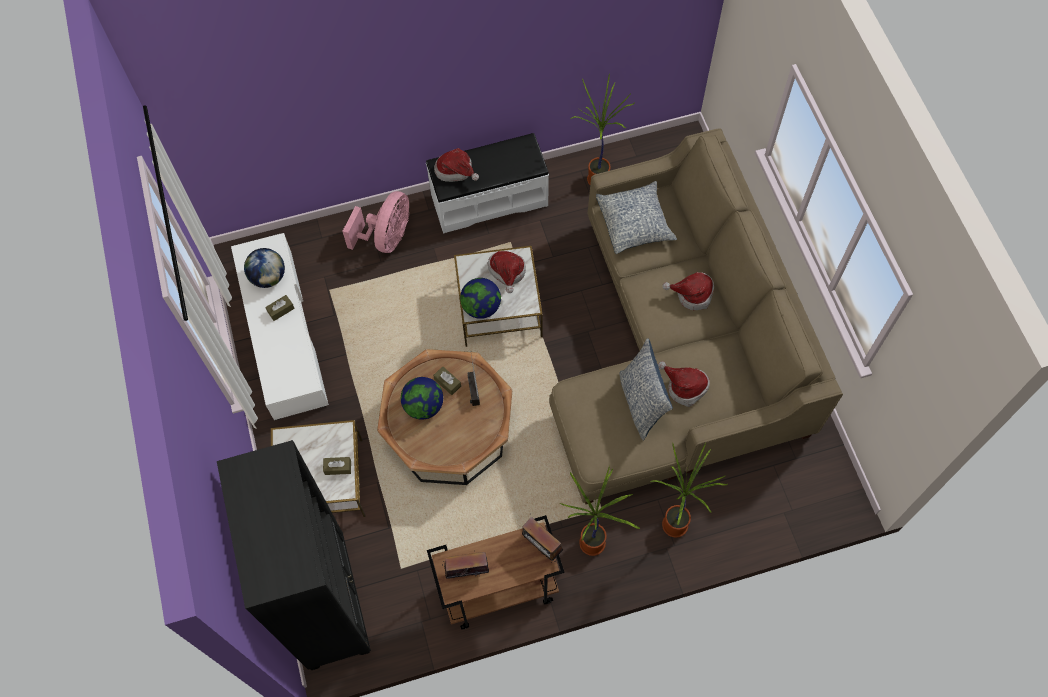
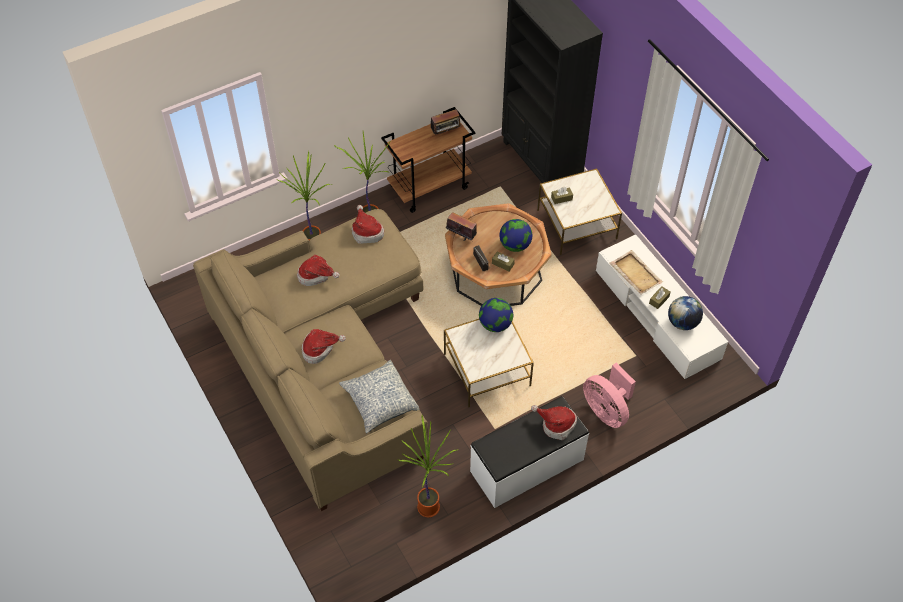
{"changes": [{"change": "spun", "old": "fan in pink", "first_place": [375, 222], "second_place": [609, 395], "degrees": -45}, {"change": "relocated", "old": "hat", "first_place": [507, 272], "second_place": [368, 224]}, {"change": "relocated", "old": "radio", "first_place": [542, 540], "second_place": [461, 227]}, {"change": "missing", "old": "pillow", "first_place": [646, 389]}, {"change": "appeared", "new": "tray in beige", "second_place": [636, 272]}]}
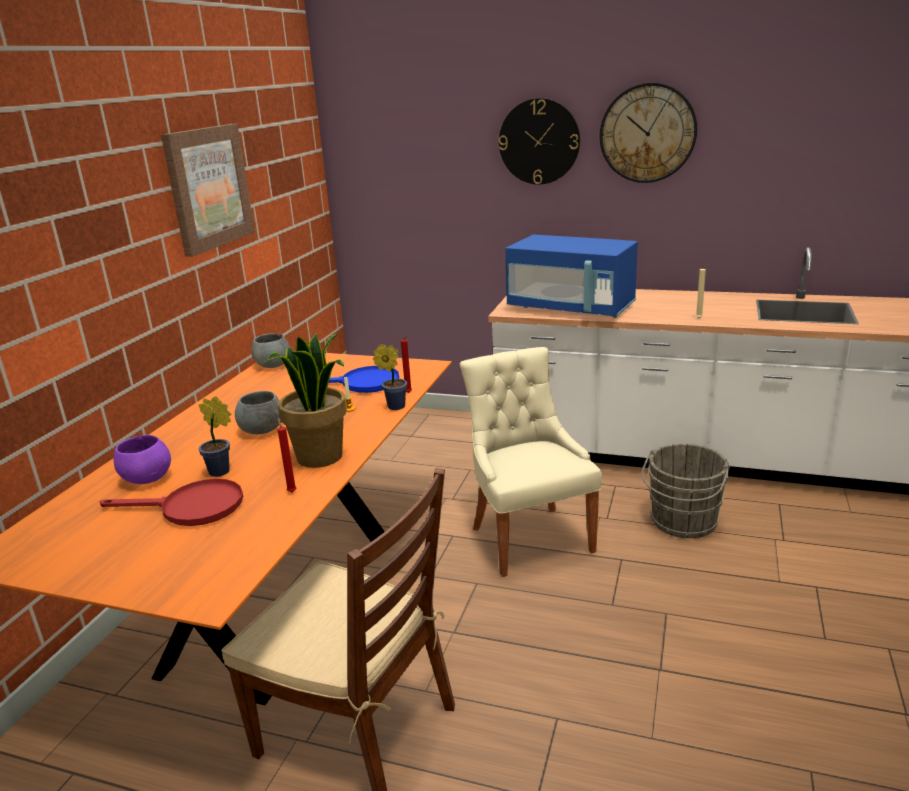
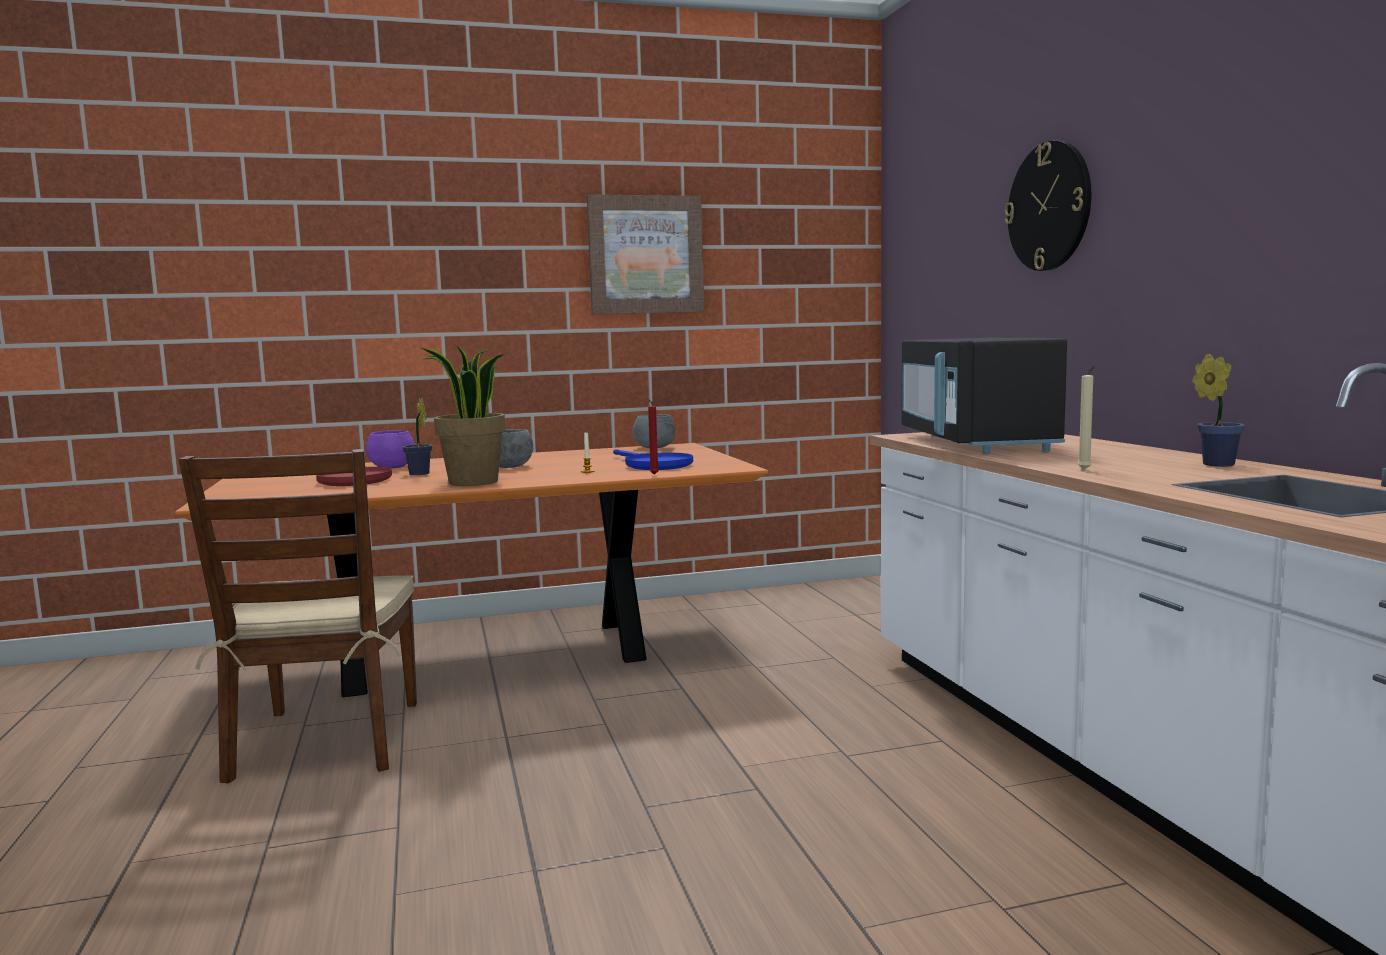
{"changes": [{"change": "missing", "old": "candle in red", "first_place": [287, 455]}, {"change": "relocated", "old": "potted plant", "first_place": [390, 377], "second_place": [1218, 410]}, {"change": "missing", "old": "chair in beige", "first_place": [531, 462]}, {"change": "colour", "old": "microwave in blue", "new": "microwave in black", "first_place": [571, 276], "second_place": [984, 396]}, {"change": "missing", "old": "wall clock", "first_place": [648, 133]}, {"change": "missing", "old": "bucket in grey", "first_place": [686, 491]}]}
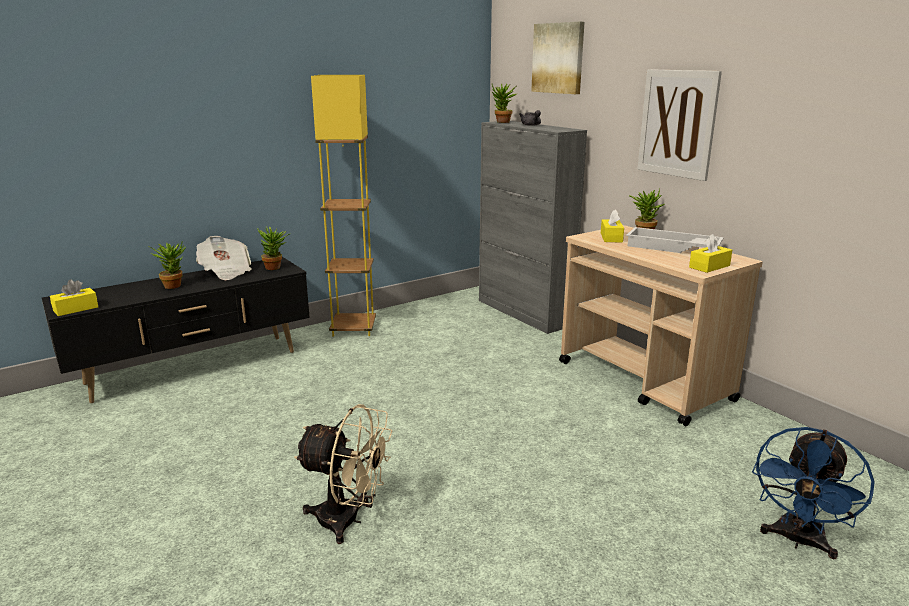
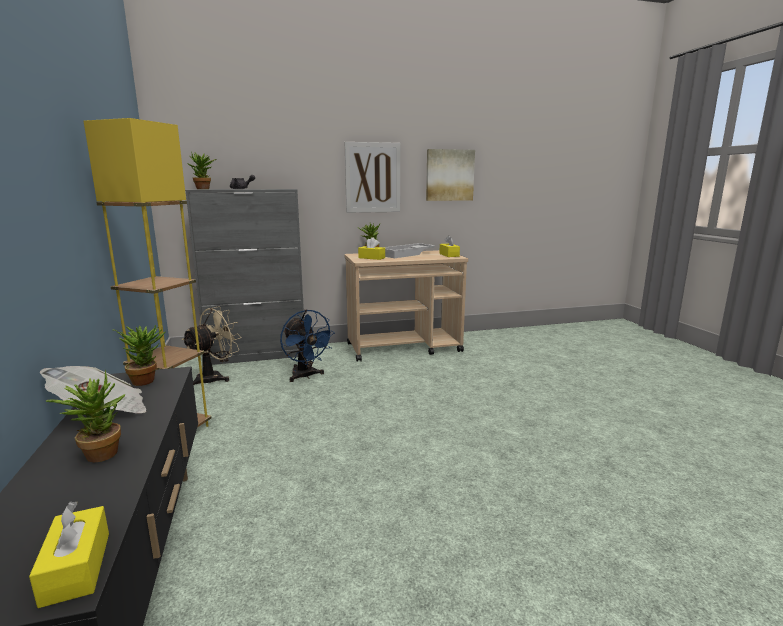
{"changes": [{"change": "relocated", "old": "fan in beige", "first_place": [343, 474], "second_place": [212, 345]}, {"change": "relocated", "old": "picture", "first_place": [558, 58], "second_place": [450, 175]}, {"change": "relocated", "old": "fan in blue", "first_place": [813, 493], "second_place": [307, 346]}]}
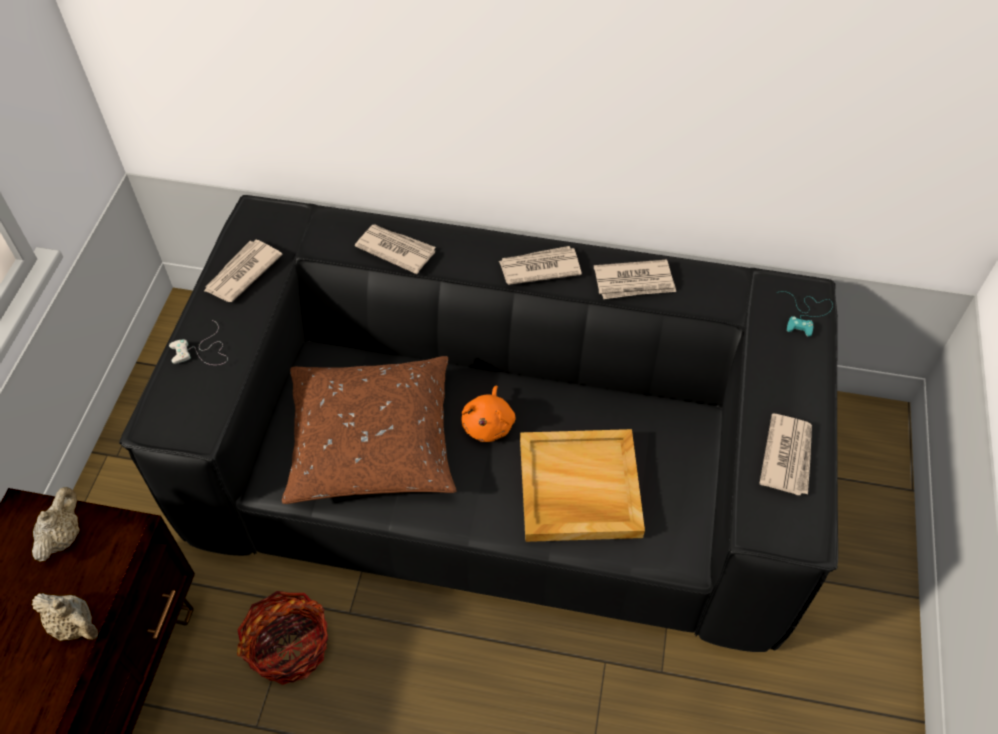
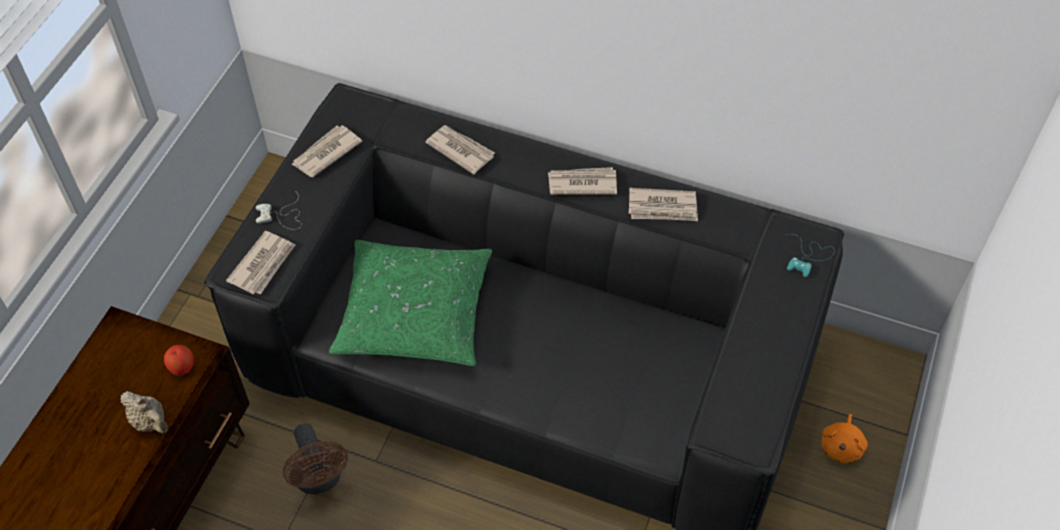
{"changes": [{"change": "missing", "old": "teapot in beige", "first_place": [56, 524]}, {"change": "exchanged", "old": "basket", "new": "fan in brown", "first_place": [282, 638], "second_place": [315, 458]}, {"change": "colour", "old": "pillow in brown", "new": "pillow in green", "first_place": [369, 430], "second_place": [410, 303]}, {"change": "relocated", "old": "plush toy in orange", "first_place": [488, 414], "second_place": [844, 438]}, {"change": "missing", "old": "tray in beige", "first_place": [582, 485]}, {"change": "relocated", "old": "newspaper", "first_place": [785, 454], "second_place": [260, 263]}, {"change": "appeared", "new": "apple", "second_place": [179, 360]}]}
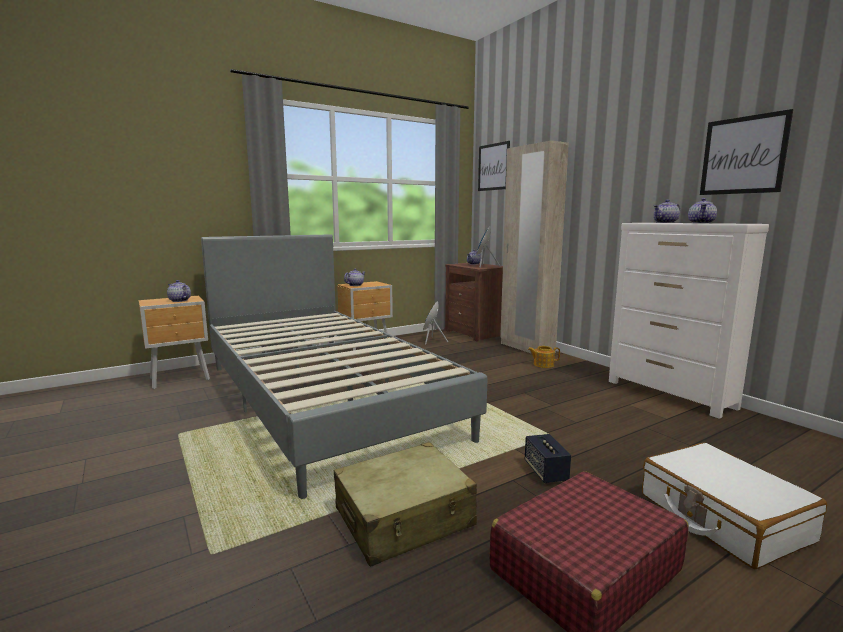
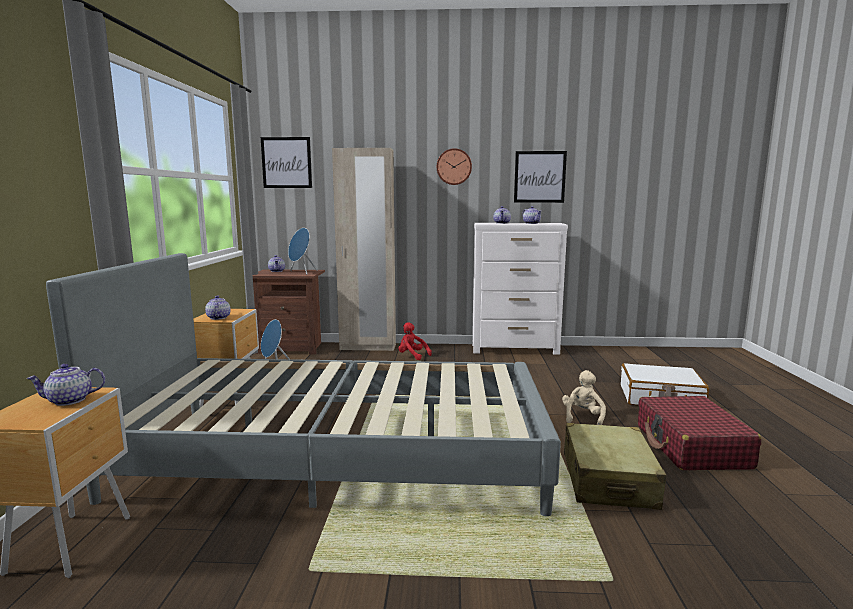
{"changes": [{"change": "exchanged", "old": "speaker", "new": "plush toy in beige", "first_place": [548, 458], "second_place": [584, 397]}, {"change": "exchanged", "old": "teapot", "new": "plush toy in red", "first_place": [544, 357], "second_place": [415, 341]}, {"change": "appeared", "new": "wall clock", "second_place": [454, 166]}]}
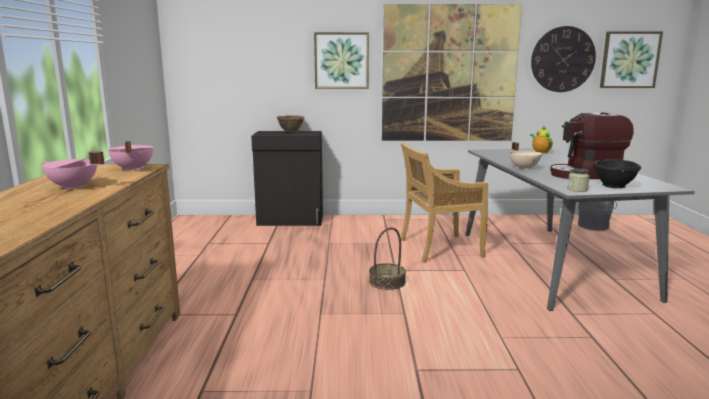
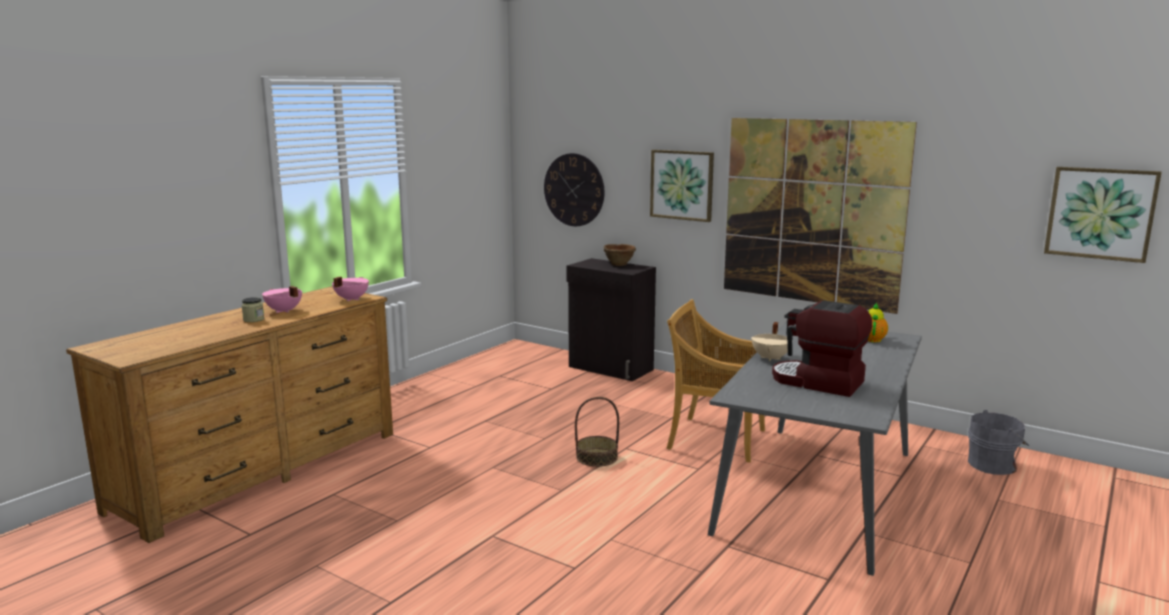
{"changes": [{"change": "relocated", "old": "wall clock", "first_place": [563, 59], "second_place": [574, 189]}, {"change": "relocated", "old": "jar", "first_place": [579, 180], "second_place": [253, 309]}, {"change": "missing", "old": "bowl in black", "first_place": [617, 173]}]}
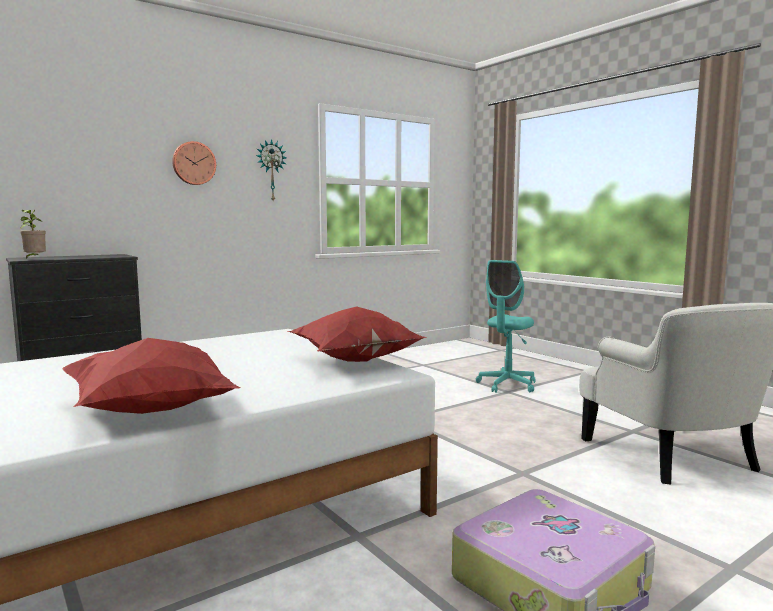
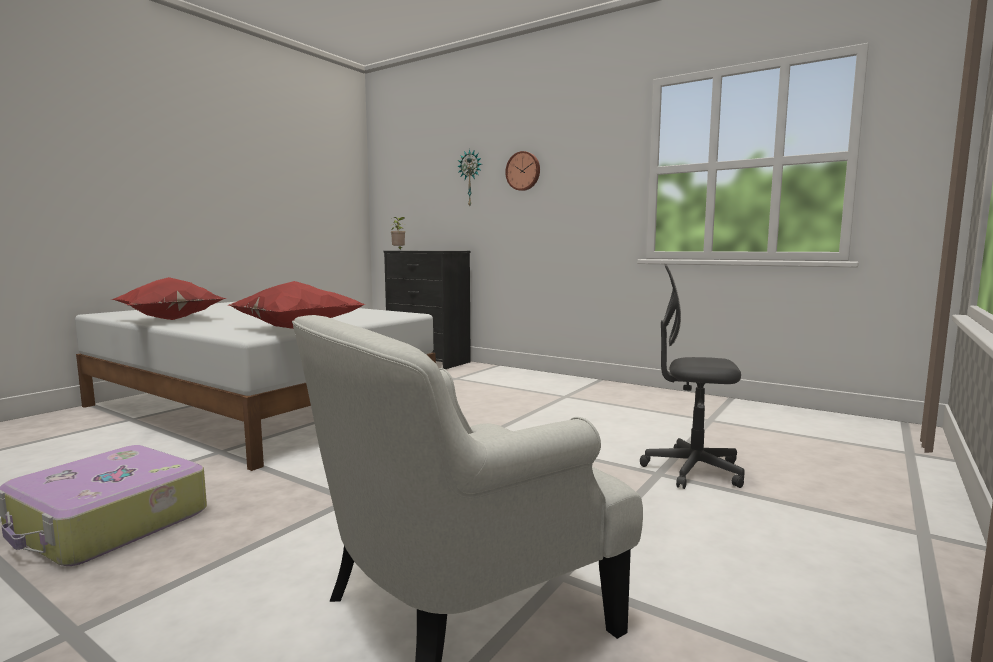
{"changes": [{"change": "relocated", "old": "wall clock", "first_place": [271, 170], "second_place": [469, 177]}, {"change": "colour", "old": "office chair in turquoise", "new": "office chair in grey", "first_place": [505, 326], "second_place": [692, 376]}]}
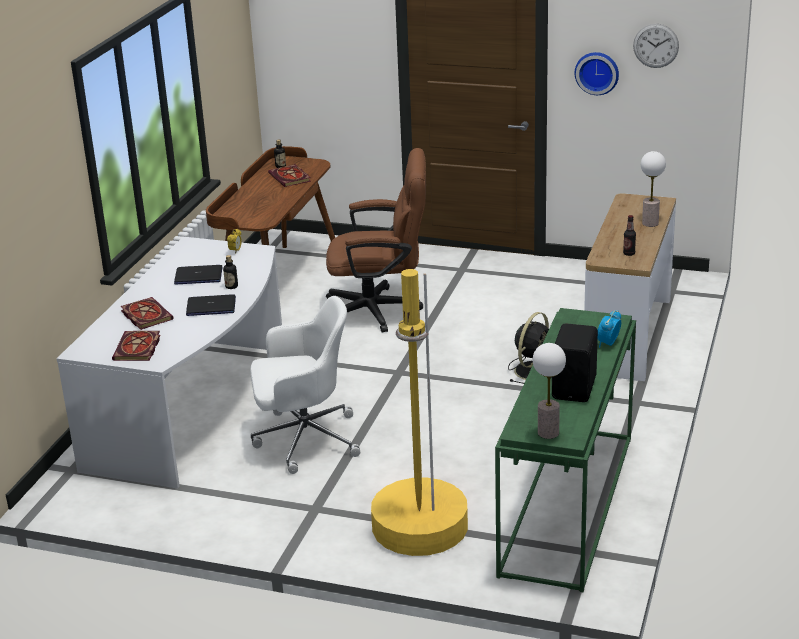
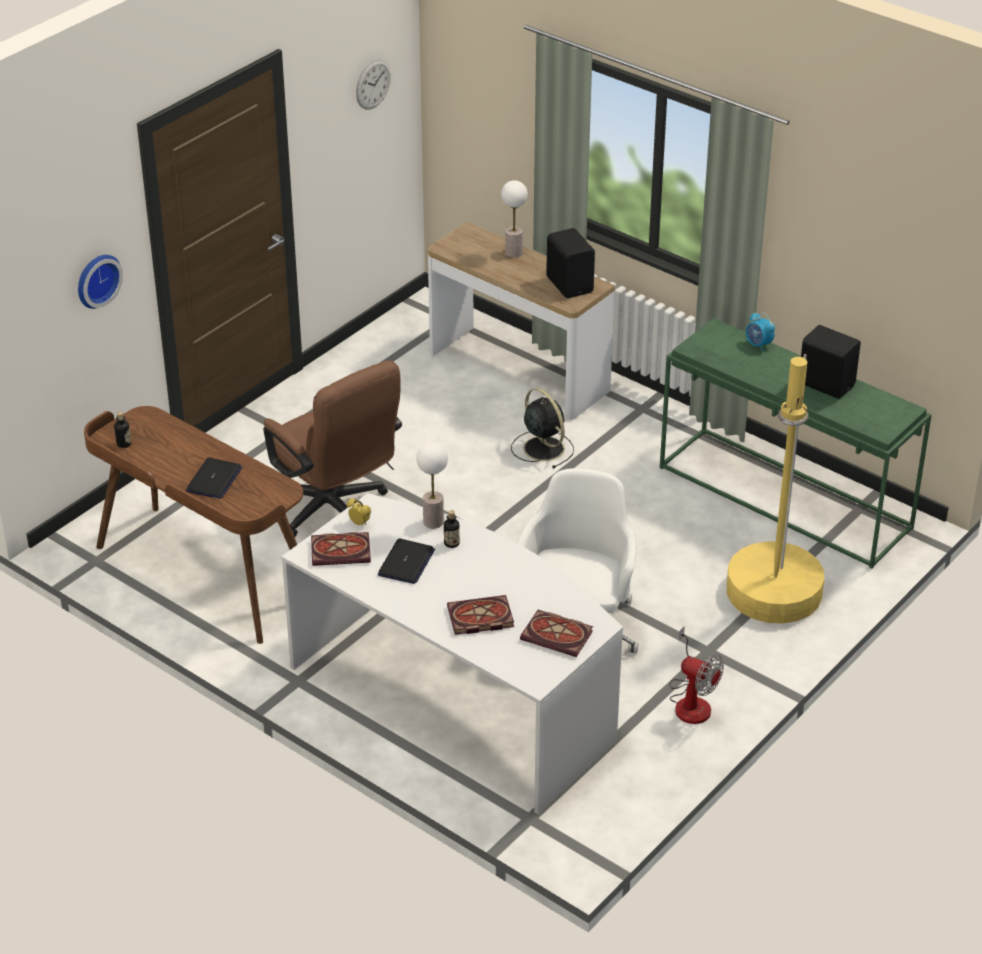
{"changes": [{"change": "relocated", "old": "laptop", "first_place": [211, 305], "second_place": [214, 478]}, {"change": "relocated", "old": "book", "first_place": [289, 175], "second_place": [341, 549]}, {"change": "spun", "old": "office chair in brown", "first_place": [376, 240], "second_place": [332, 449], "degrees": 120}, {"change": "relocated", "old": "table lamp", "first_place": [549, 391], "second_place": [432, 485]}, {"change": "relocated", "old": "wall clock", "first_place": [597, 73], "second_place": [100, 282]}, {"change": "exchanged", "old": "bottle", "new": "speaker in black", "first_place": [629, 235], "second_place": [570, 263]}, {"change": "appeared", "new": "fan", "second_place": [697, 675]}]}
